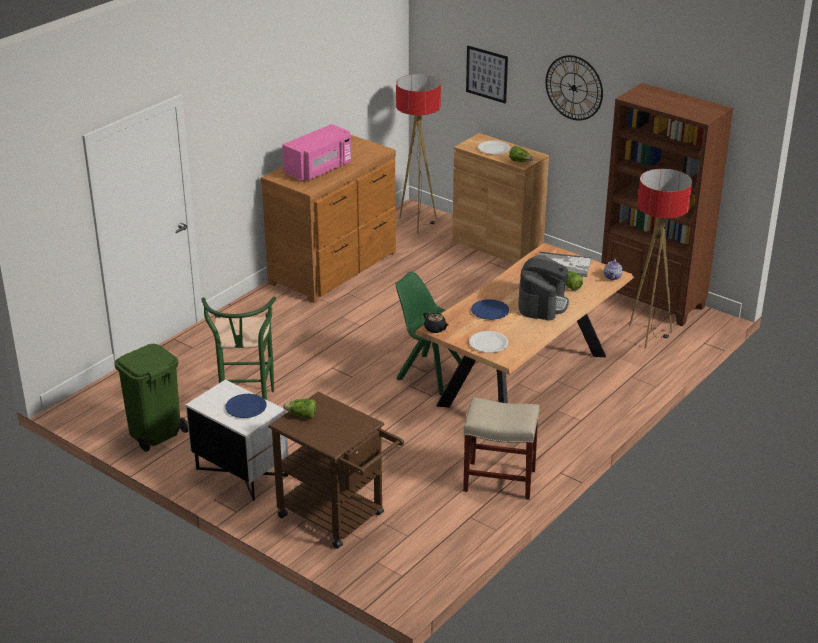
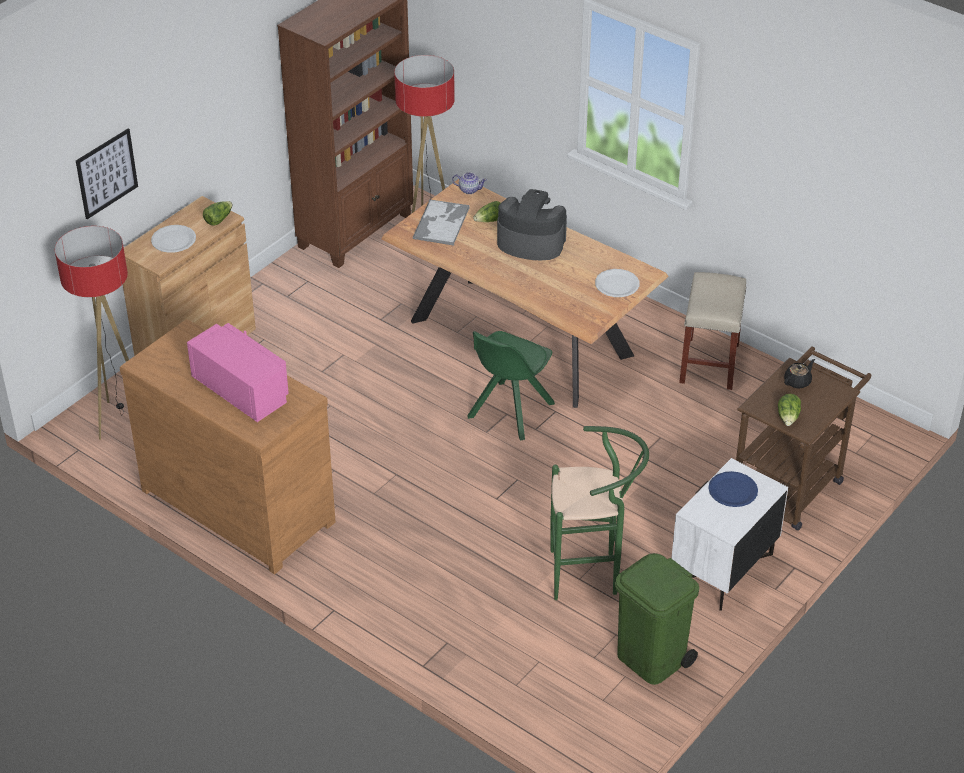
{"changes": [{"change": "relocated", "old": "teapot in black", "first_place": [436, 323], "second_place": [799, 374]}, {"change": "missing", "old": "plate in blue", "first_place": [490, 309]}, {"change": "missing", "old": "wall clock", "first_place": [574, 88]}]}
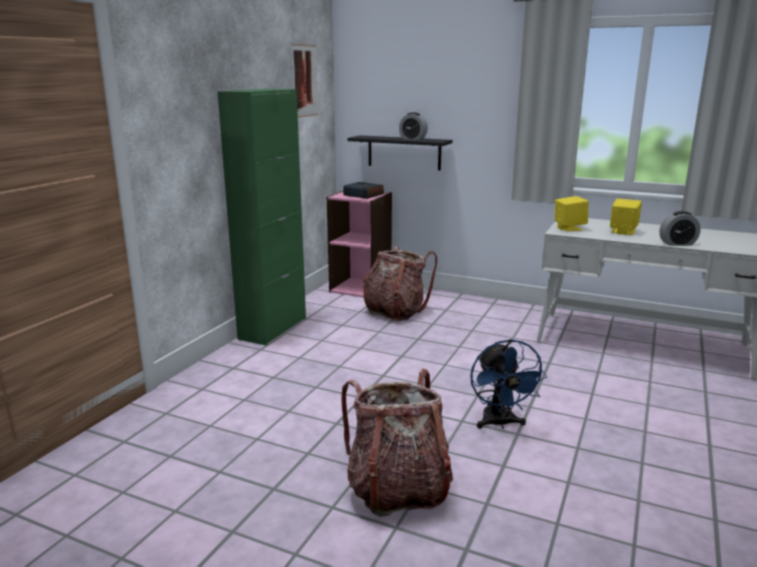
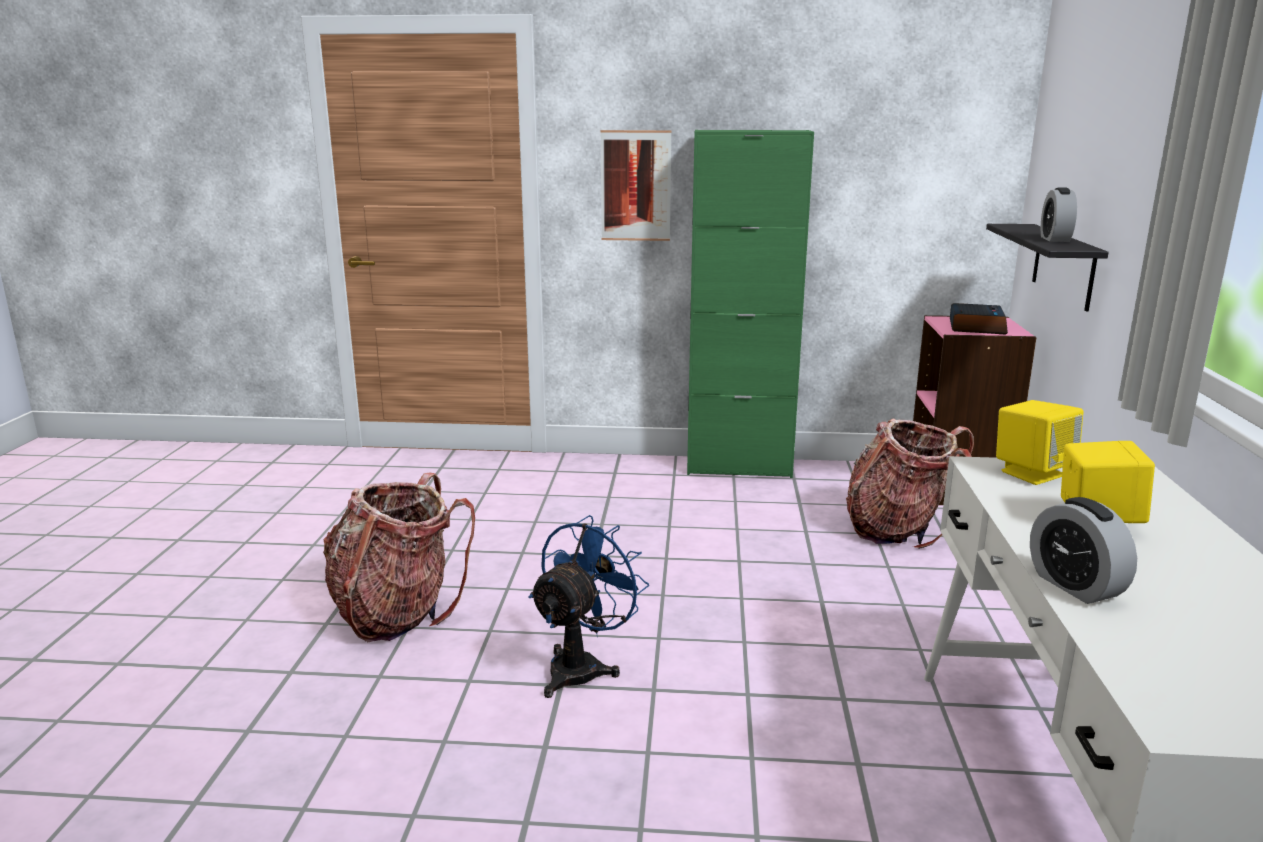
{"changes": [{"change": "relocated", "old": "picture", "first_place": [305, 81], "second_place": [635, 185]}, {"change": "spun", "old": "fan in blue", "first_place": [508, 384], "second_place": [588, 606], "degrees": 150}]}
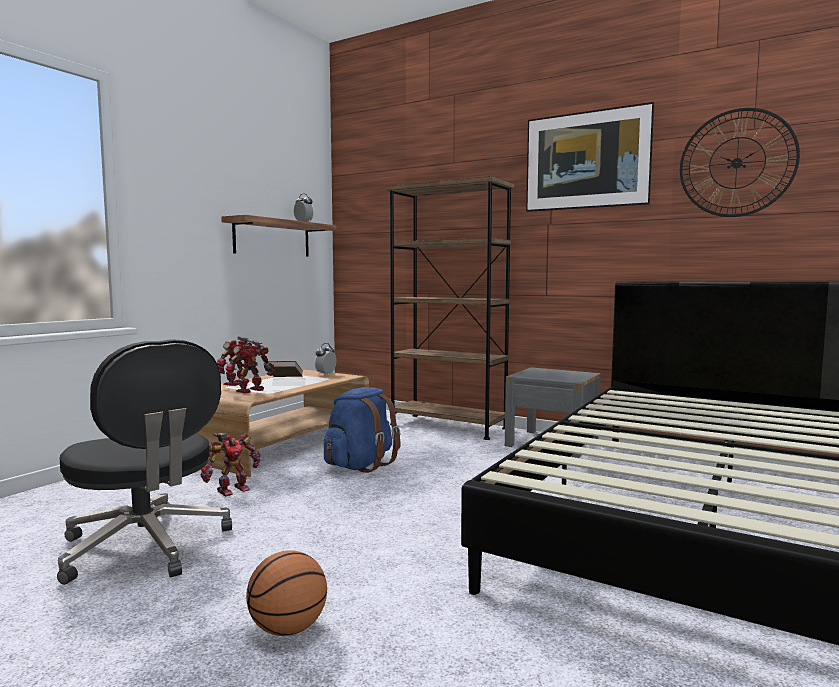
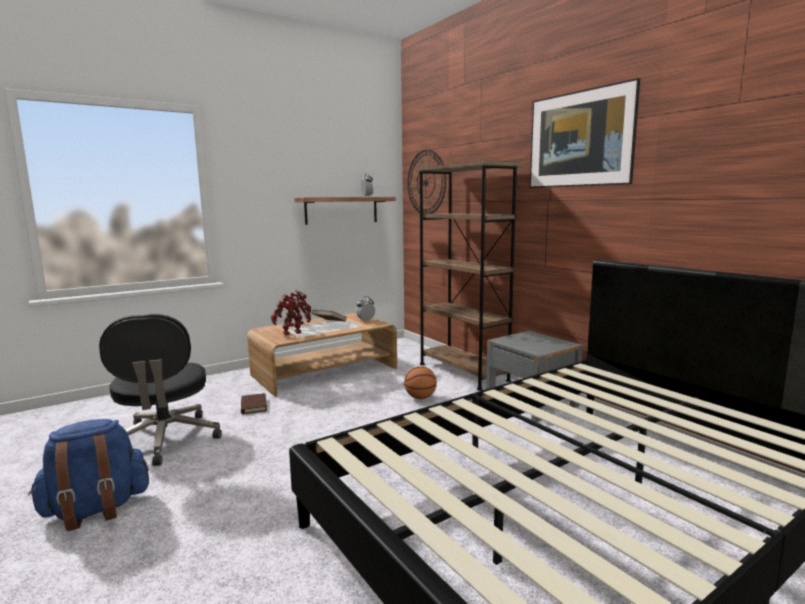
{"changes": [{"change": "exchanged", "old": "toy robot", "new": "book in brown", "first_place": [231, 465], "second_place": [254, 403]}, {"change": "relocated", "old": "basketball", "first_place": [286, 593], "second_place": [420, 382]}, {"change": "relocated", "old": "backpack in blue", "first_place": [362, 430], "second_place": [88, 475]}, {"change": "relocated", "old": "wall clock", "first_place": [740, 162], "second_place": [426, 181]}]}
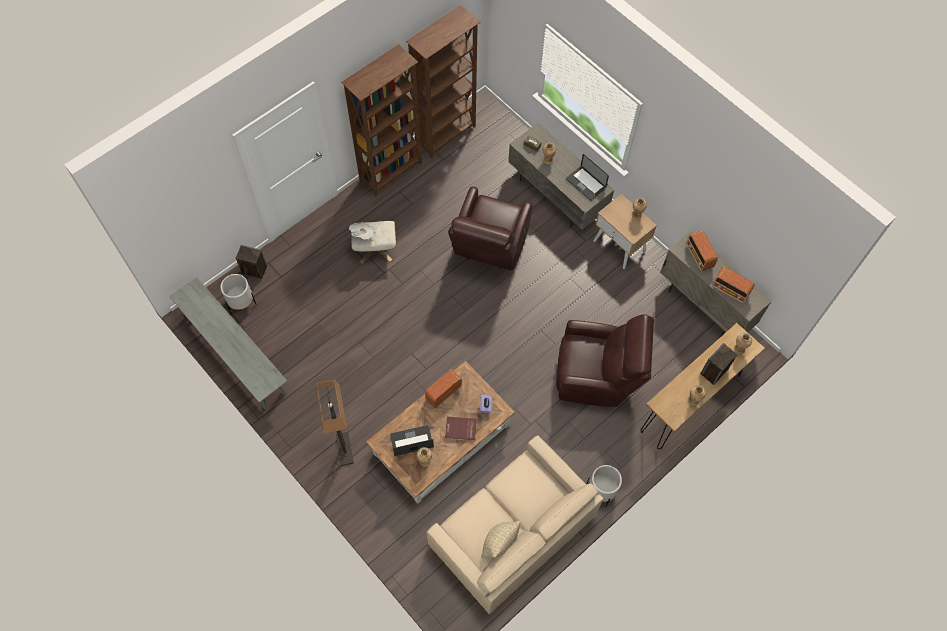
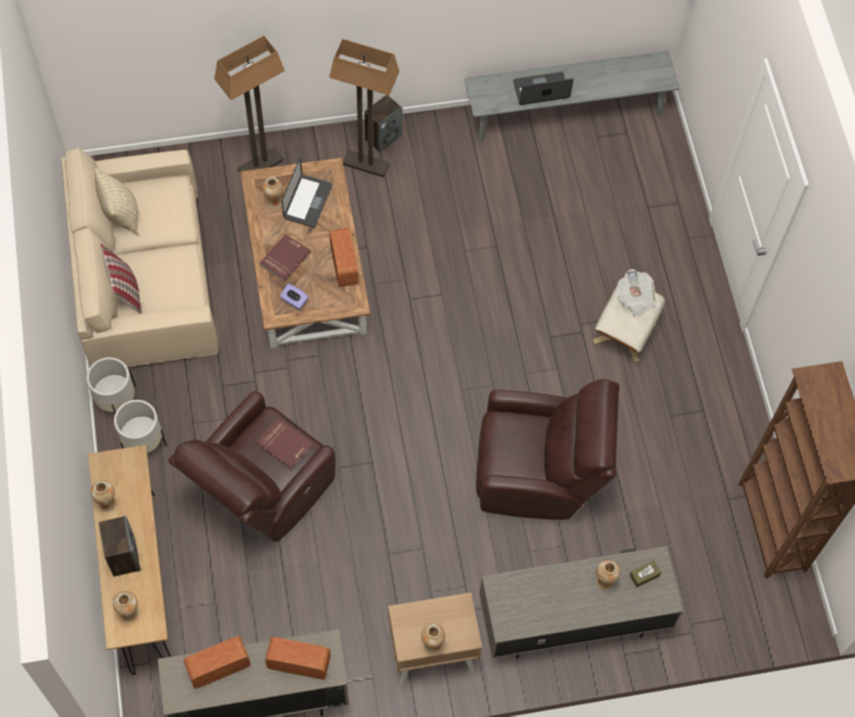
{"changes": [{"change": "relocated", "old": "planter in white", "first_place": [238, 293], "second_place": [140, 426]}, {"change": "relocated", "old": "speaker", "first_place": [251, 262], "second_place": [383, 124]}, {"change": "missing", "old": "bookcase in brown", "first_place": [381, 120]}, {"change": "spun", "old": "armchair in brown", "first_place": [490, 228], "second_place": [548, 449], "degrees": 135}, {"change": "relocated", "old": "laptop", "first_place": [587, 177], "second_place": [543, 88]}, {"change": "appeared", "new": "pillow", "second_place": [120, 278]}, {"change": "appeared", "new": "floor lamp", "second_place": [249, 105]}, {"change": "appeared", "new": "book in red", "second_place": [284, 444]}]}
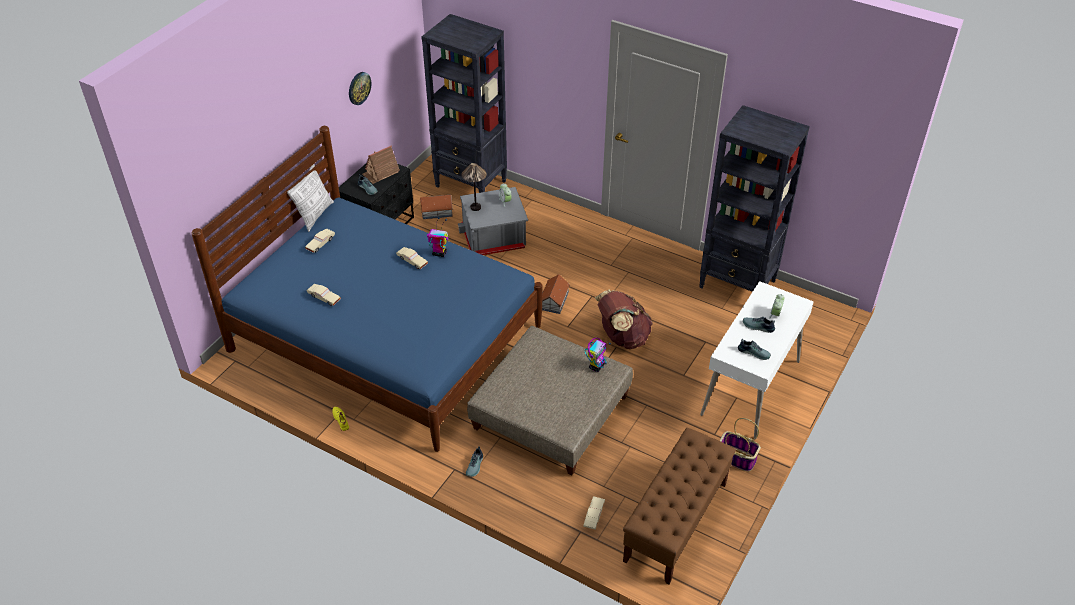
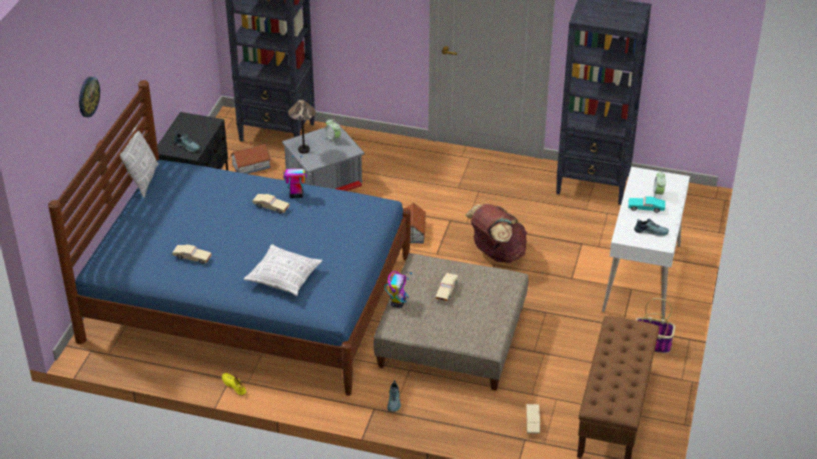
{"changes": [{"change": "relocated", "old": "toy car in beige", "first_place": [320, 241], "second_place": [447, 287]}, {"change": "relocated", "old": "wall clock", "first_place": [360, 88], "second_place": [89, 97]}, {"change": "missing", "old": "toy house", "first_place": [381, 165]}, {"change": "relocated", "old": "toy robot", "first_place": [598, 355], "second_place": [398, 289]}, {"change": "exchanged", "old": "shoe", "new": "toy car in turquoise", "first_place": [759, 325], "second_place": [646, 204]}, {"change": "appeared", "new": "pillow", "second_place": [283, 270]}]}
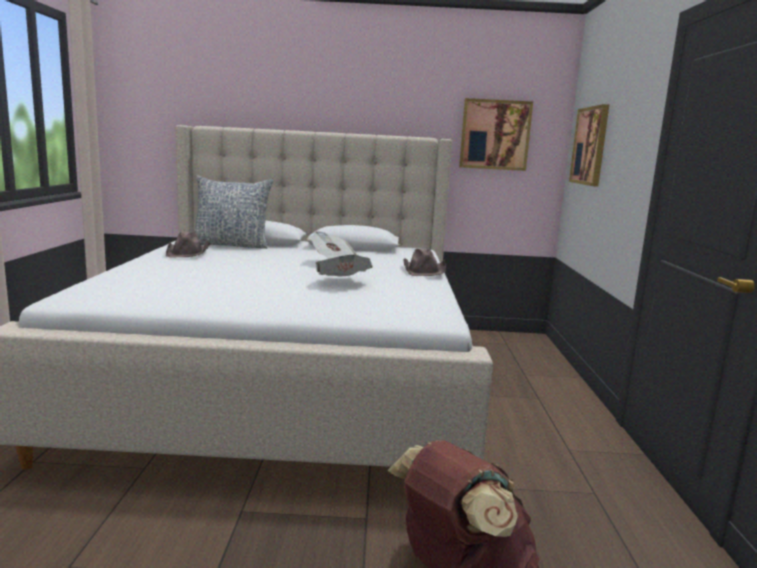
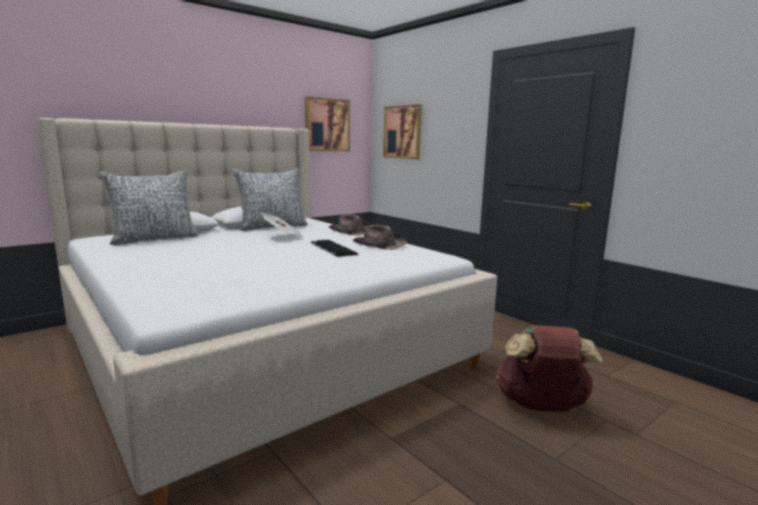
{"changes": [{"change": "relocated", "old": "hat in brown", "first_place": [188, 245], "second_place": [379, 237]}, {"change": "exchanged", "old": "newspaper", "new": "keyboard", "first_place": [344, 265], "second_place": [334, 248]}, {"change": "appeared", "new": "pillow", "second_place": [270, 200]}]}
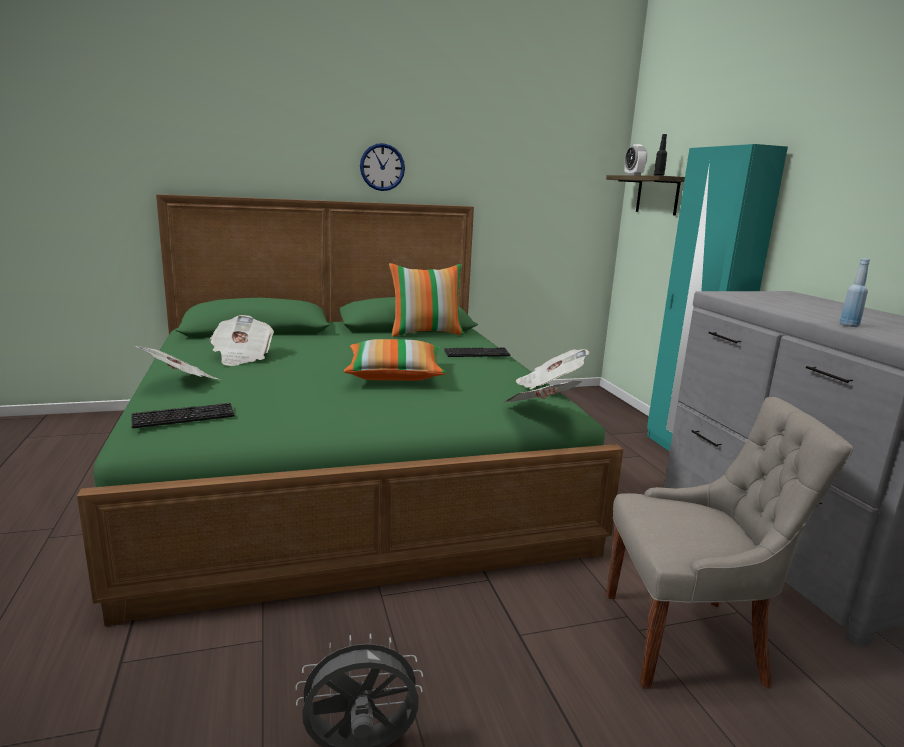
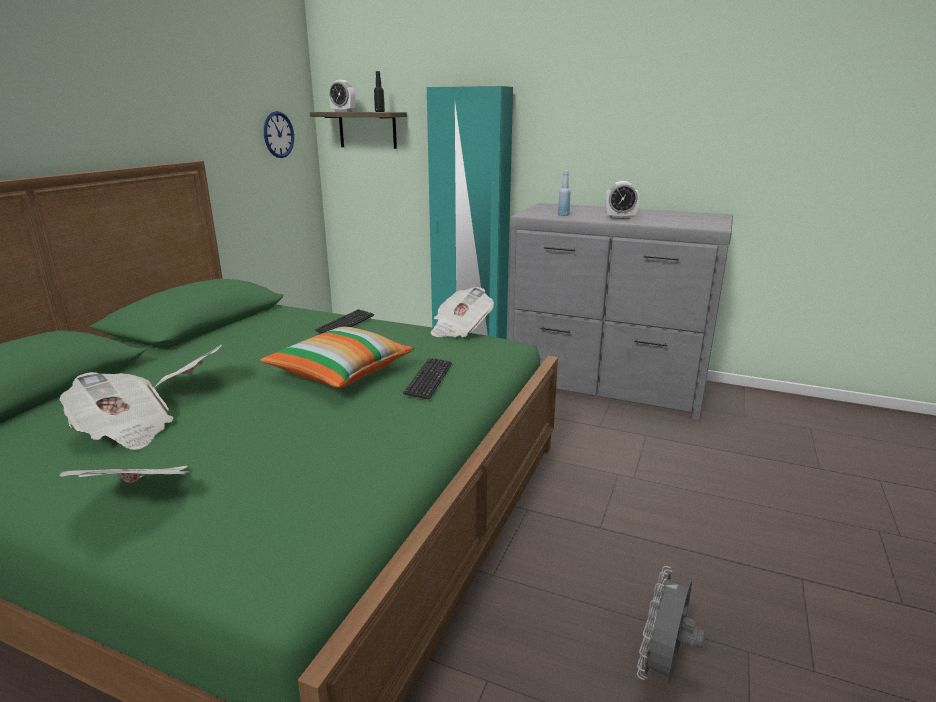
{"changes": [{"change": "relocated", "old": "keyboard", "first_place": [183, 415], "second_place": [427, 378]}, {"change": "relocated", "old": "wall clock", "first_place": [382, 167], "second_place": [279, 134]}, {"change": "missing", "old": "pillow", "first_place": [426, 300]}, {"change": "relocated", "old": "newspaper", "first_place": [543, 391], "second_place": [188, 365]}, {"change": "missing", "old": "chair in grey", "first_place": [729, 543]}, {"change": "relocated", "old": "bottle in blue", "first_place": [855, 292], "second_place": [564, 193]}, {"change": "appeared", "new": "alarm clock", "second_place": [622, 200]}]}
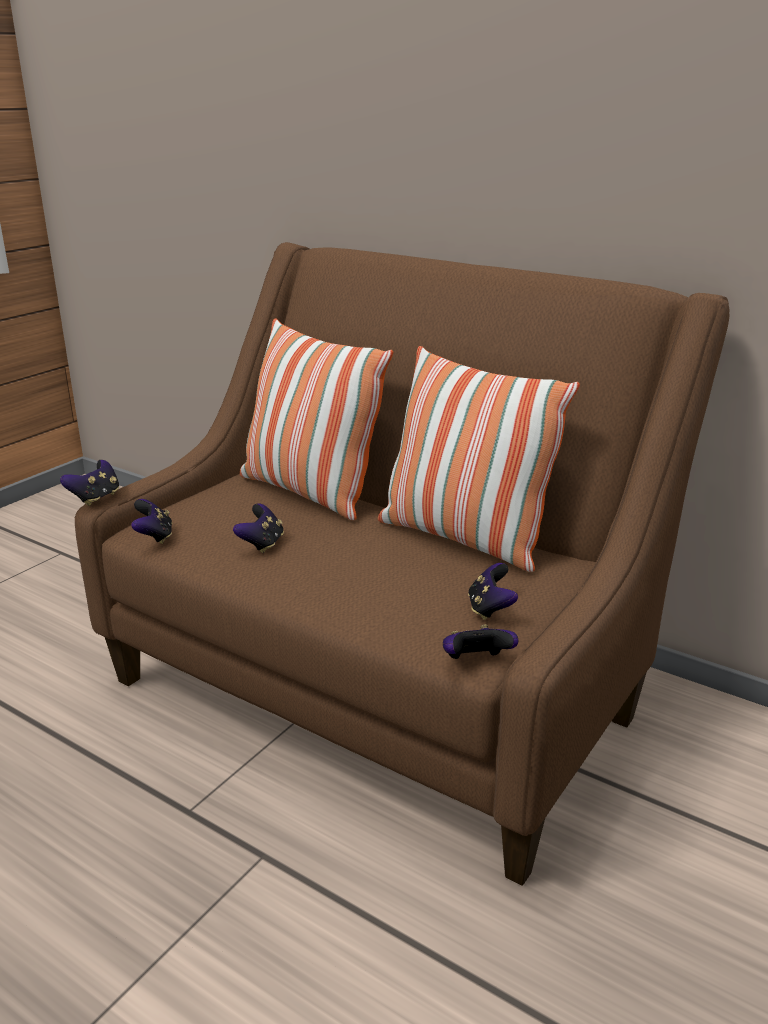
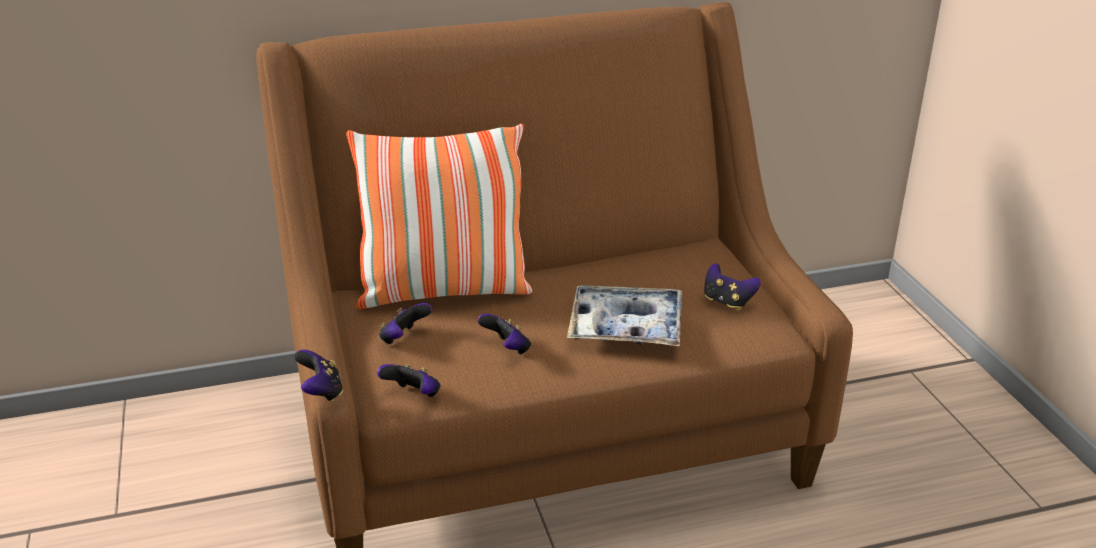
{"changes": [{"change": "missing", "old": "pillow", "first_place": [479, 459]}, {"change": "relocated", "old": "game controller", "first_place": [480, 641], "second_place": [405, 324]}, {"change": "appeared", "new": "tray", "second_place": [624, 315]}]}
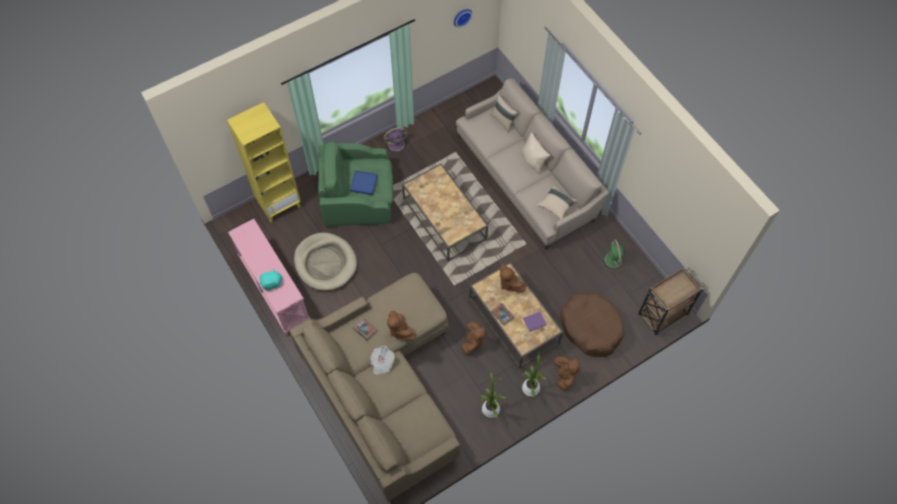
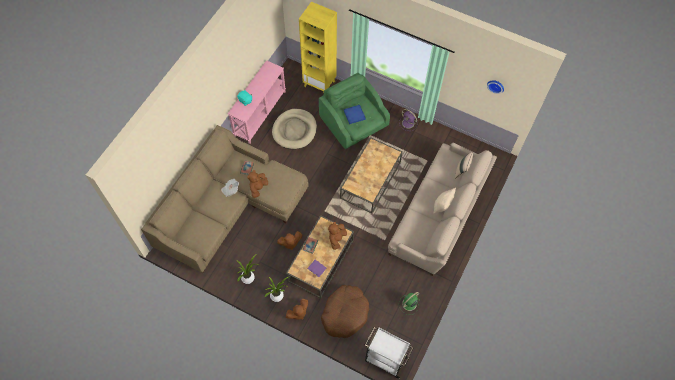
{"changes": [{"change": "missing", "old": "pillow in beige", "first_place": [557, 202]}, {"change": "colour", "old": "cart in brown", "new": "cart in white", "first_place": [671, 301], "second_place": [389, 353]}]}
